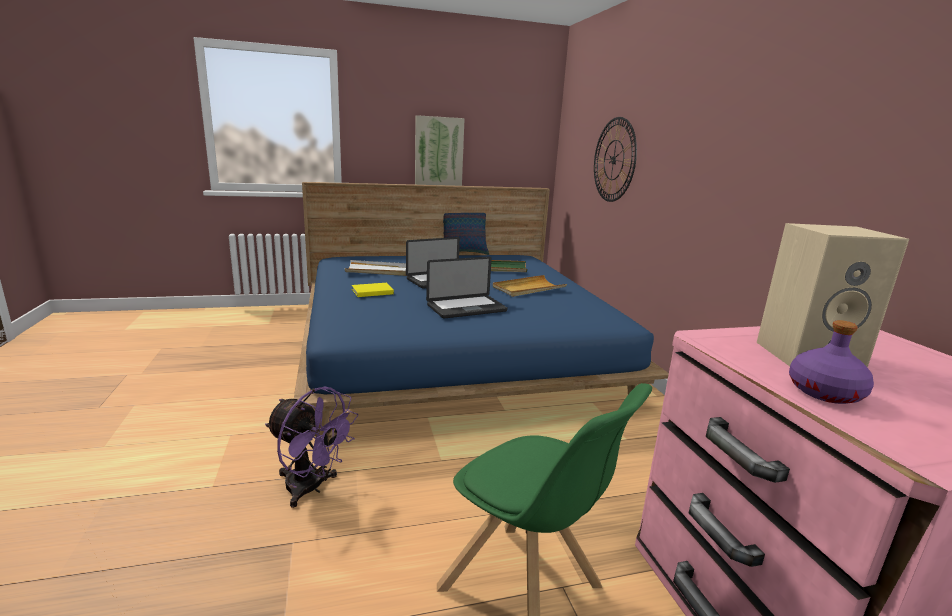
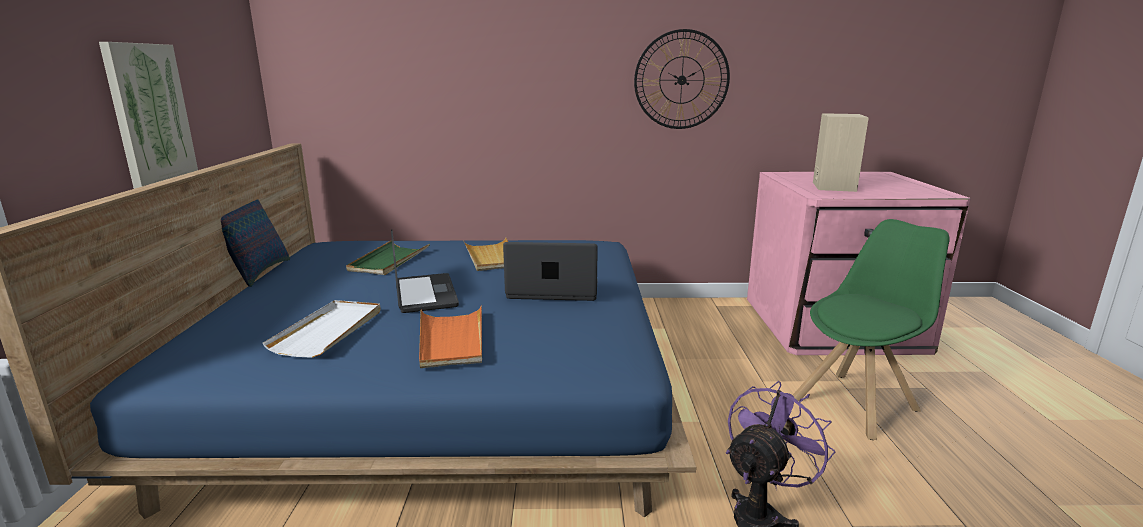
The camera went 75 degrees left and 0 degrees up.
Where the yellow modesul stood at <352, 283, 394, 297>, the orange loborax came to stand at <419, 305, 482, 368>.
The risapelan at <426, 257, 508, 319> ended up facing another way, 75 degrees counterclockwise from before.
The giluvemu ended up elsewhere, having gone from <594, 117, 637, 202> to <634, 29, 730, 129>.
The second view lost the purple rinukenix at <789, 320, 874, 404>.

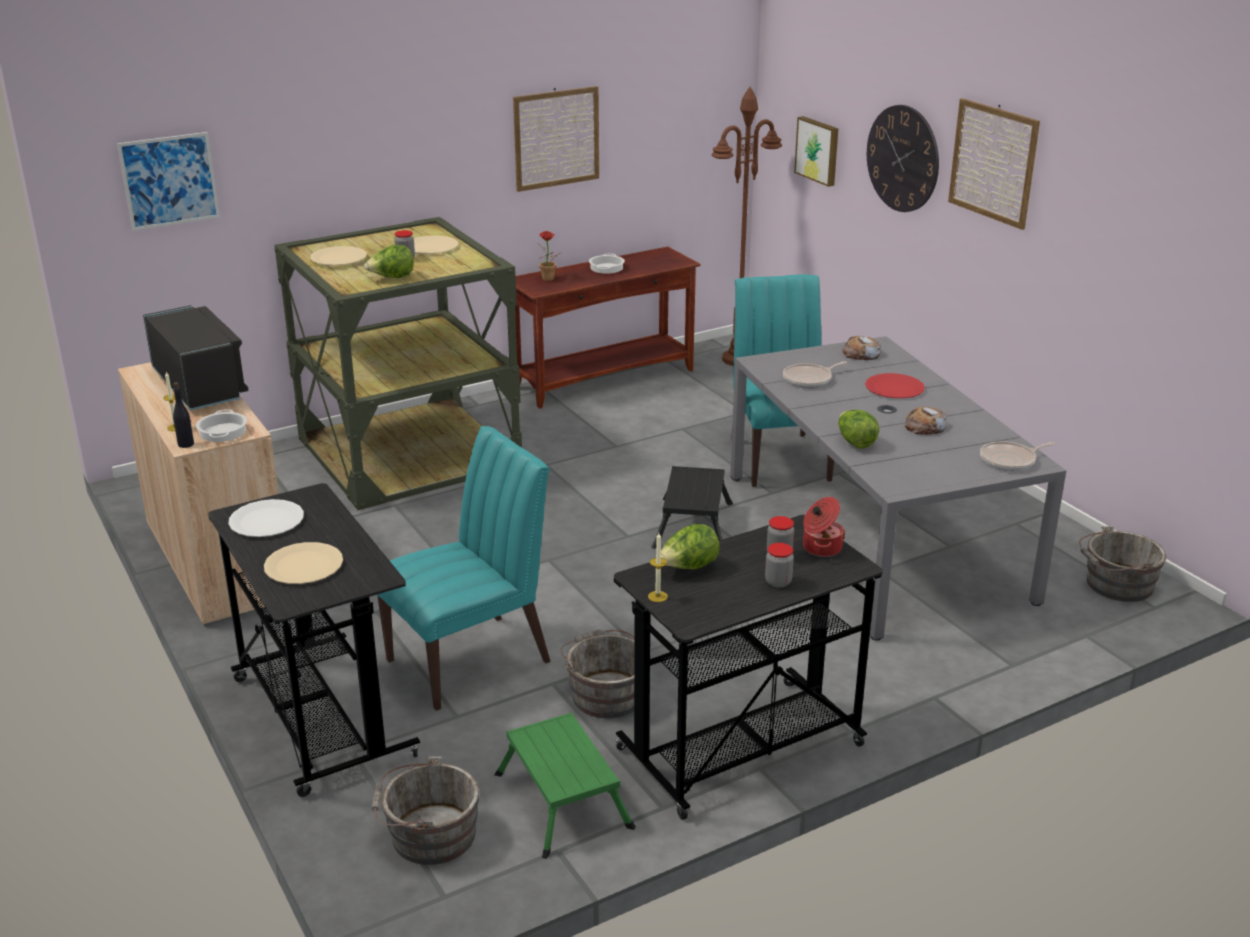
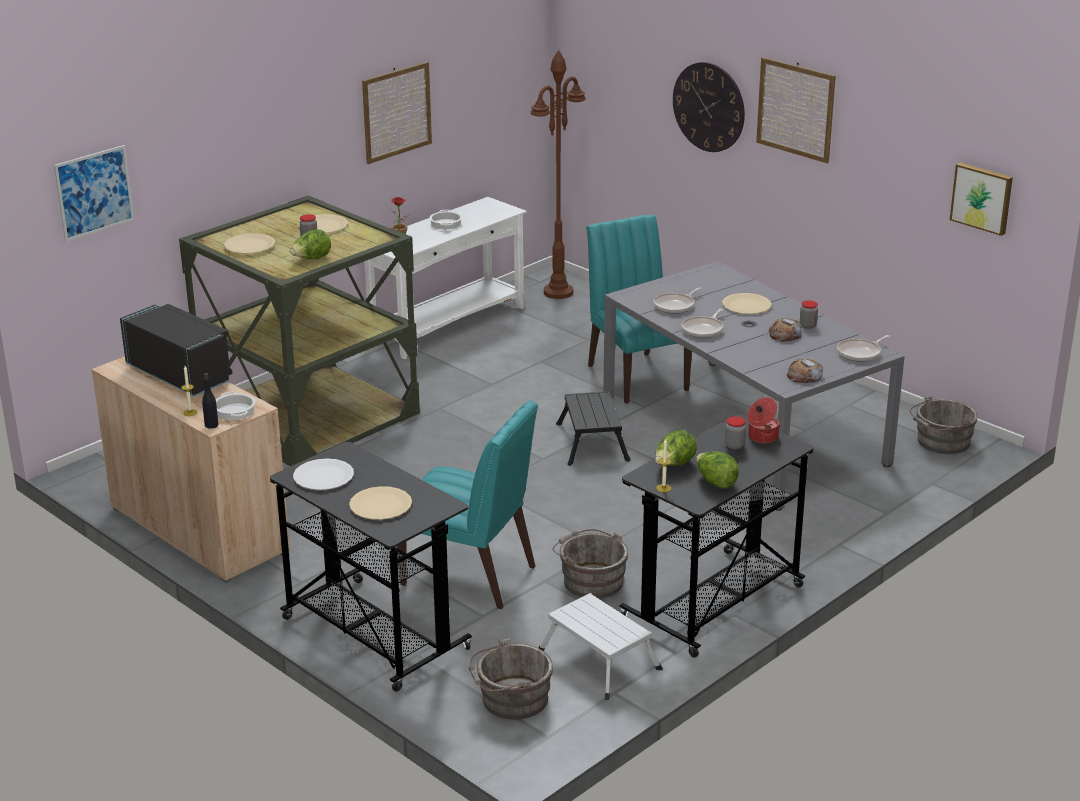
The camera went 15 degrees left and 0 degrees up.
The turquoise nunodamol at <377, 426, 551, 711> ended up facing another way, 75 degrees clockwise from before.
What was the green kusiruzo at <494, 713, 636, 859> turned into the white kusiruzo at <538, 593, 663, 700>.
What was the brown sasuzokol at <515, 247, 701, 409> turned into the white sasuzokol at <364, 197, 527, 359>.
The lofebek ended up elsewhere, having gone from <765, 543, 794, 588> to <800, 300, 818, 329>.
The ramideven ended up elsewhere, having gone from <794, 116, 838, 187> to <950, 163, 1013, 236>.
The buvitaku ended up elsewhere, having gone from <838, 410, 879, 449> to <696, 451, 739, 489>.
The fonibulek ended up elsewhere, having gone from <842, 336, 881, 360> to <787, 359, 823, 383>.
What was the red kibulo at <865, 373, 925, 398> turned into the beige kibulo at <722, 293, 771, 314>.
The second view gained the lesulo at <681, 308, 723, 338>.

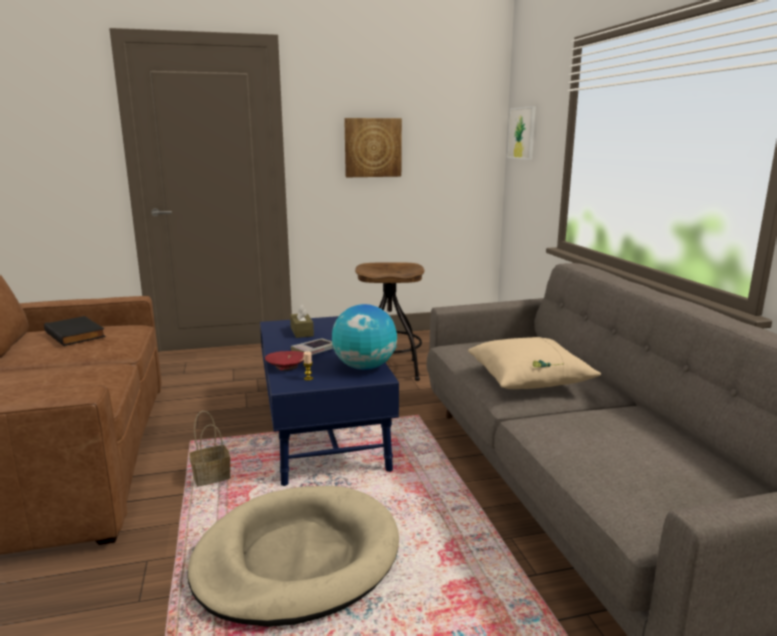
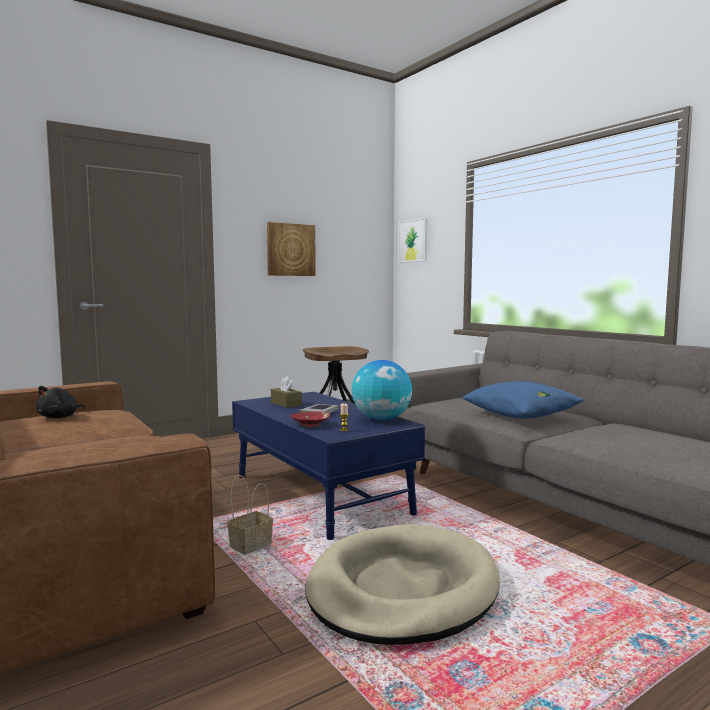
The camera went 20 degrees left and 10 degrees down.
Where the black modesul stood at <44, 316, 106, 346>, the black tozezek came to stand at <36, 386, 85, 418>.
What was the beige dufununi at <468, 337, 601, 389> turned into the blue dufununi at <462, 381, 584, 419>.

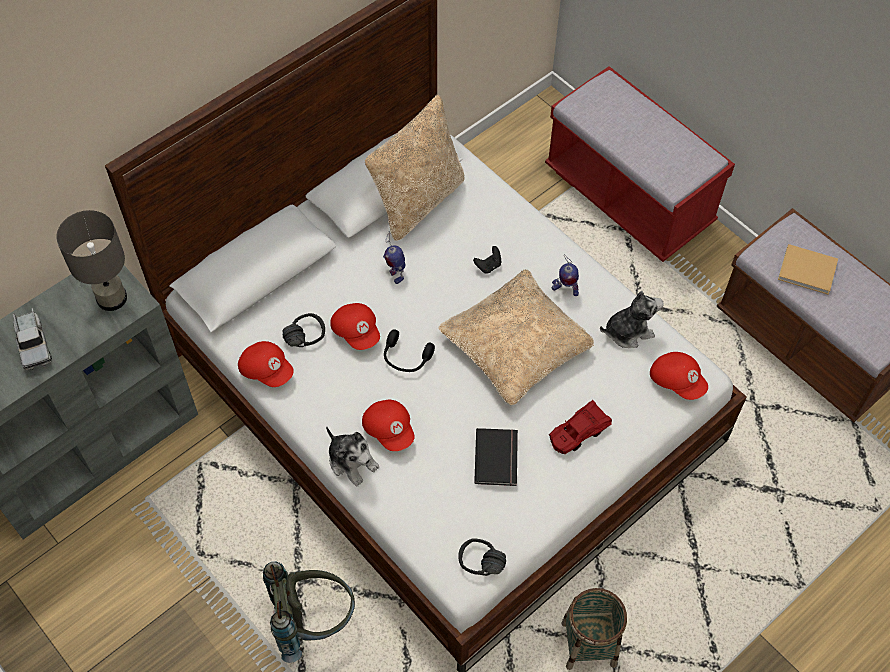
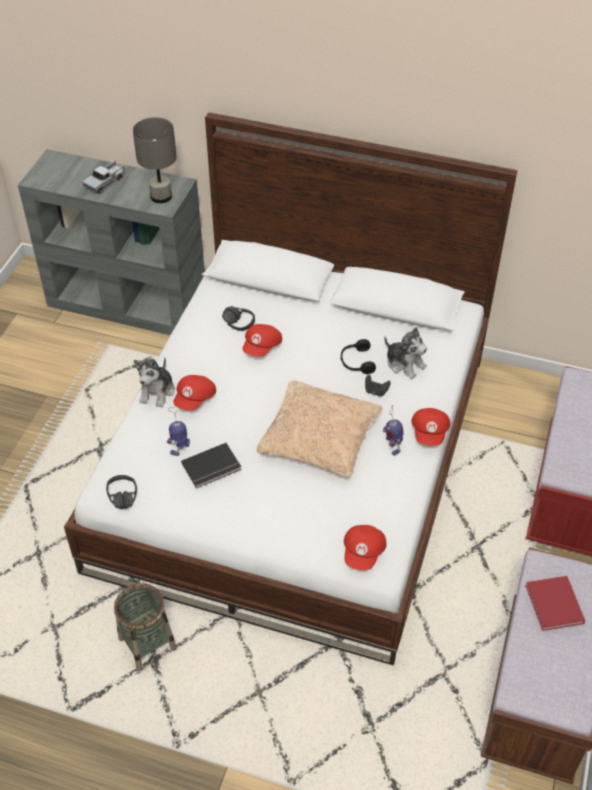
The camera went 60 degrees right and 10 degrees down.
The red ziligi ended up elsewhere, having gone from <238, 341, 294, 387> to <411, 408, 450, 446>.
The second view lost the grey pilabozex at <263, 562, 355, 663>.
The second view lost the beige dufununi at <364, 94, 465, 241>.
The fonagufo ended up elsewhere, having gone from <383, 231, 405, 284> to <167, 406, 190, 456>.
The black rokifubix ended up elsewhere, having gone from <384, 329, 435, 372> to <341, 339, 376, 374>.
The second view lost the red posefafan at <549, 400, 612, 454>.
The tozezek ended up elsewhere, having gone from <600, 291, 664, 348> to <384, 327, 427, 379>.
What was the beige modesul at <778, 244, 838, 295> turned into the red modesul at <525, 576, 585, 631>.

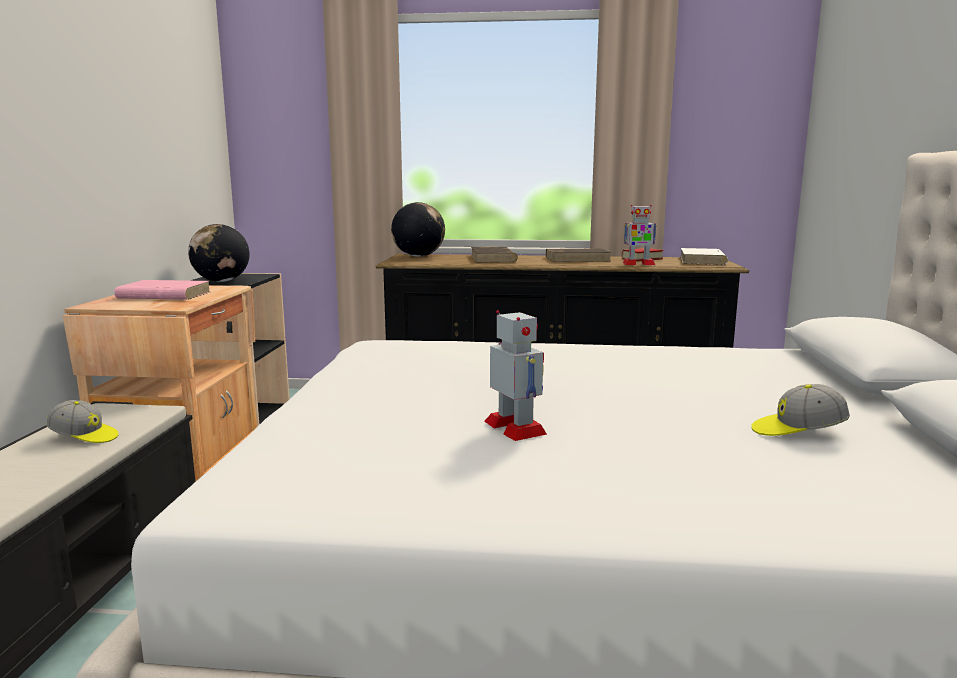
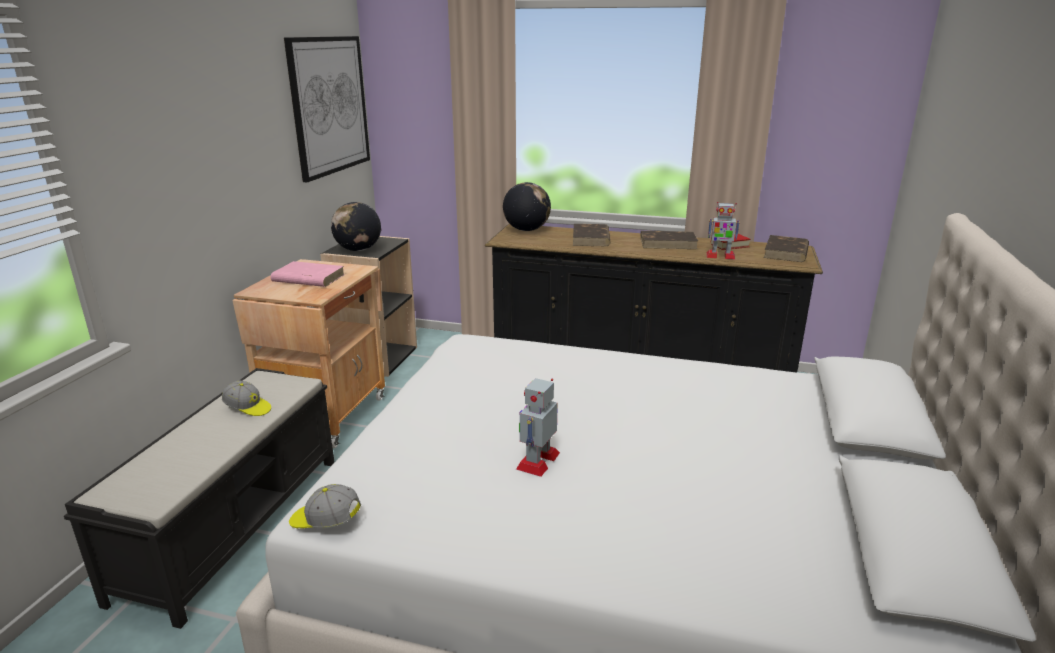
The camera went 10 degrees right and 10 degrees up.
The fonagufo at <484, 310, 547, 441> ended up facing another way, 135 degrees counterclockwise from before.
What was the white modesul at <680, 248, 728, 265> turned into the brown modesul at <764, 235, 809, 262>.
The ziligi ended up elsewhere, having gone from <751, 384, 850, 436> to <289, 484, 361, 528>.
The second view gained the ramideven at <284, 36, 370, 182>.

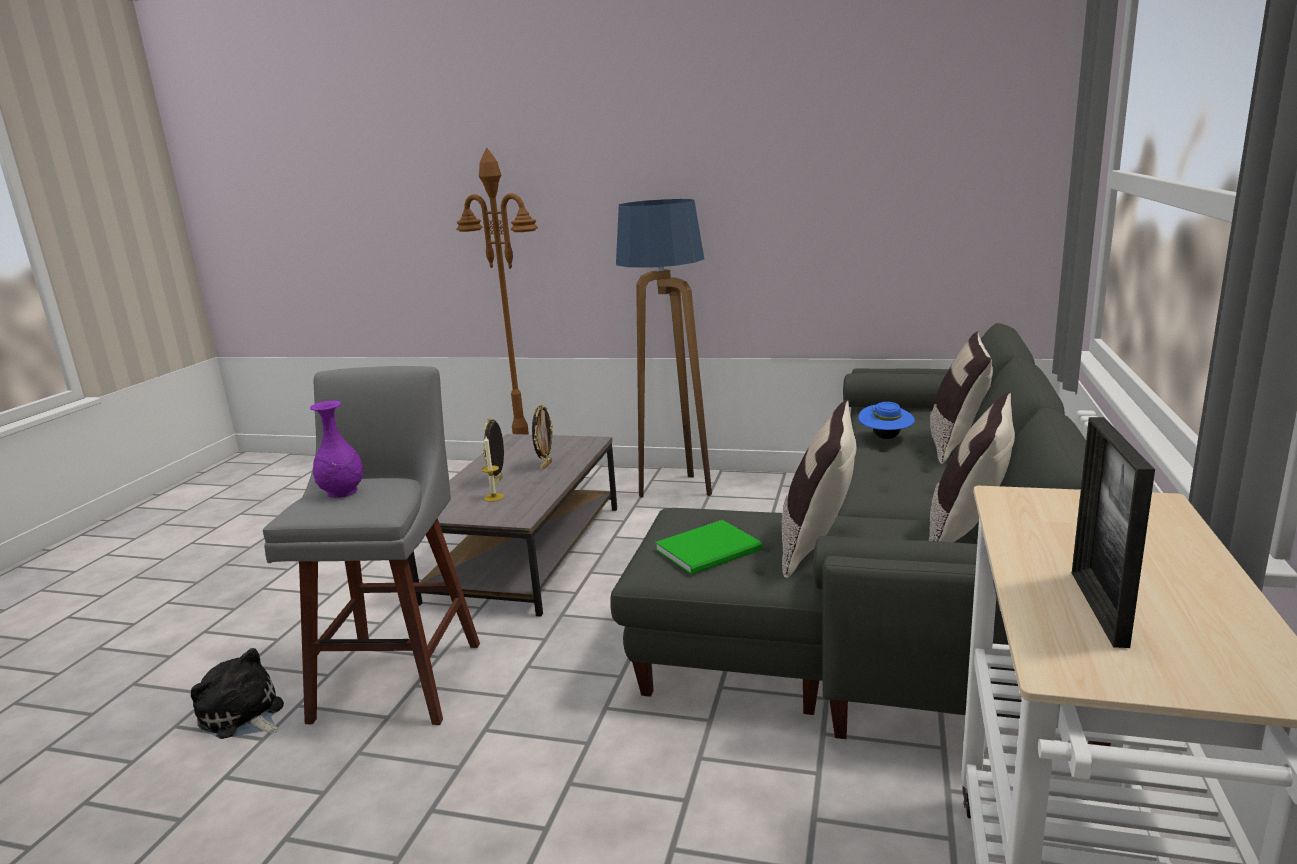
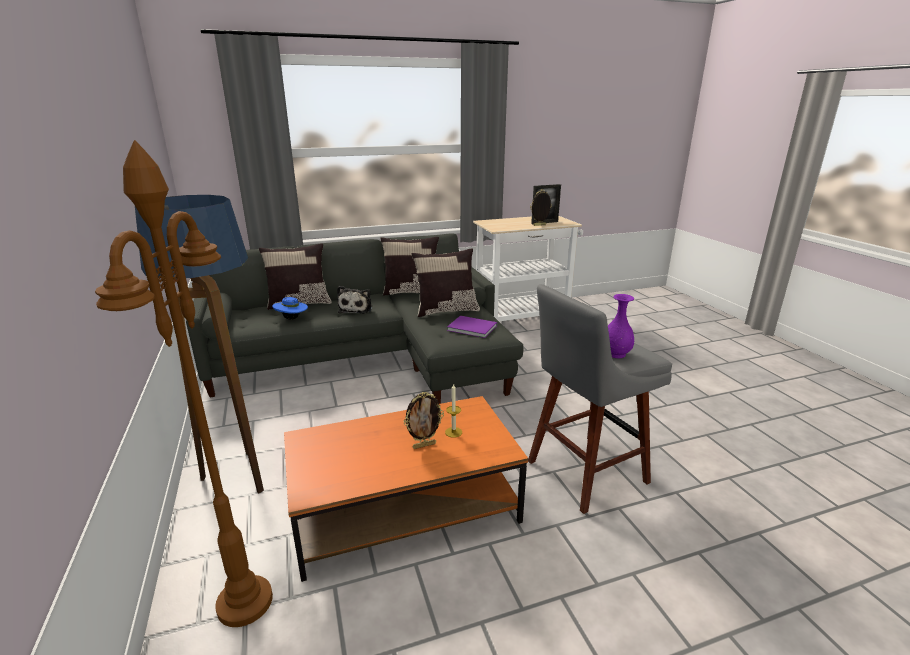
The camera went 125 degrees left and 5 degrees up.
The tozezek ended up elsewhere, having gone from <191, 648, 284, 739> to <337, 286, 372, 314>.
What was the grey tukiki at <408, 434, 617, 617> turned into the orange tukiki at <284, 396, 528, 582>.
The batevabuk ended up elsewhere, having gone from <532, 404, 553, 470> to <530, 190, 552, 226>.
What was the green modesul at <655, 520, 762, 575> turned into the purple modesul at <447, 316, 497, 338>.

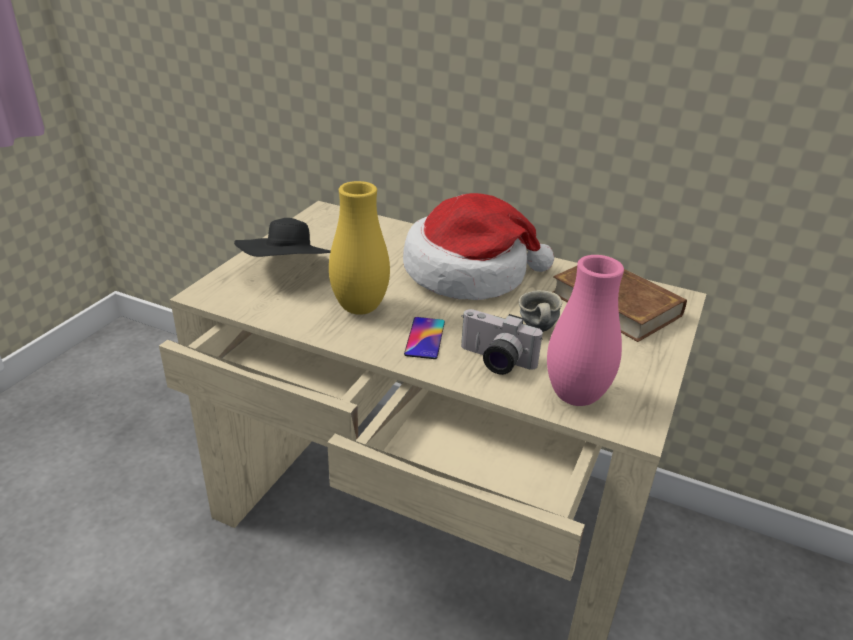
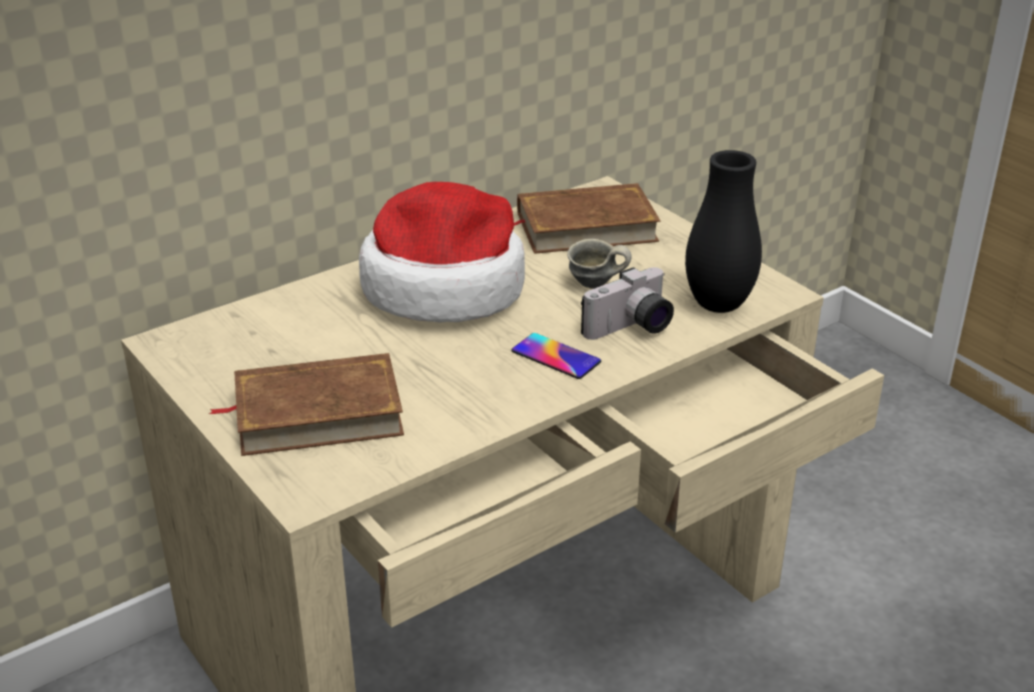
The camera went 60 degrees left and 0 degrees up.
Where the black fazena stood at <234, 218, 331, 257>, the brown modesul came to stand at <209, 353, 404, 456>.
The second view lost the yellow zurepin at <329, 181, 390, 315>.
What was the pink zurepin at <547, 255, 624, 406> turned into the black zurepin at <685, 150, 762, 313>.

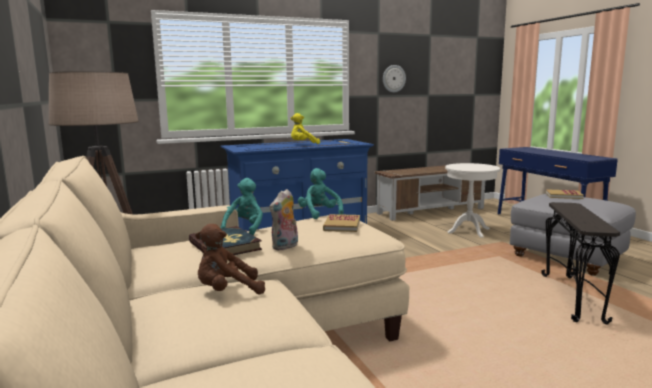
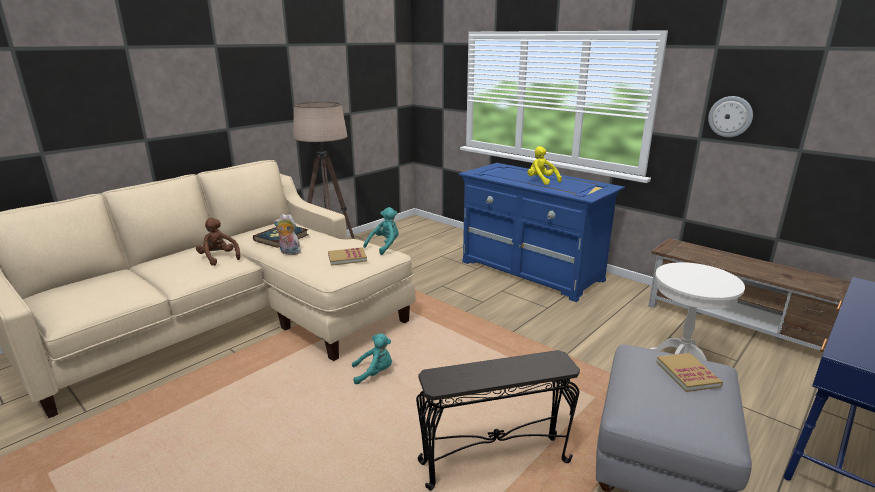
The camera went 65 degrees right and 10 degrees up.
The turquoise tozezek ended up elsewhere, having gone from <221, 178, 263, 235> to <352, 333, 392, 384>.

